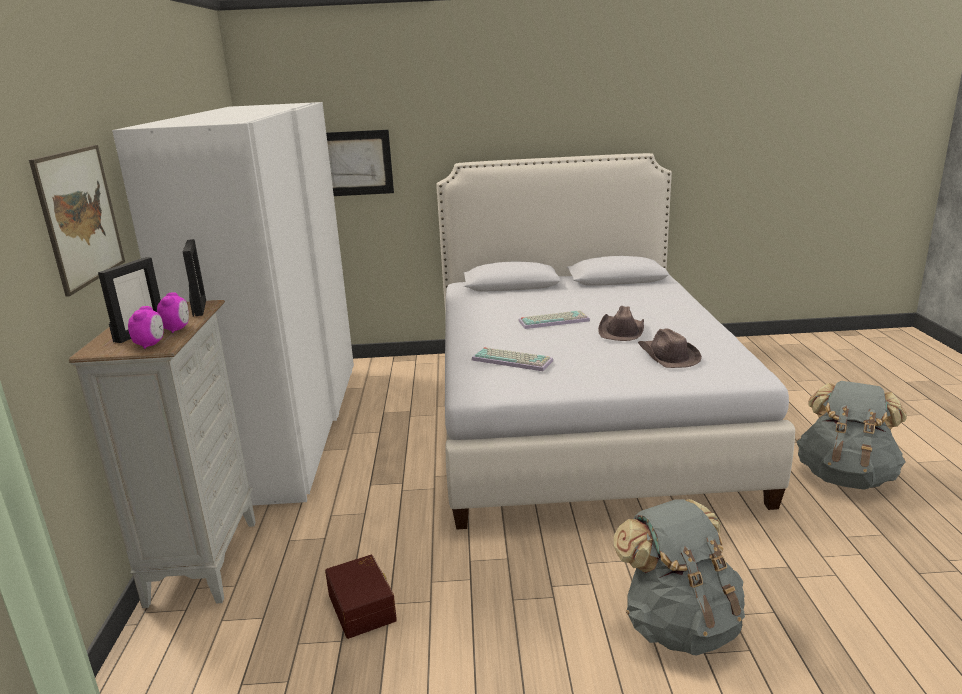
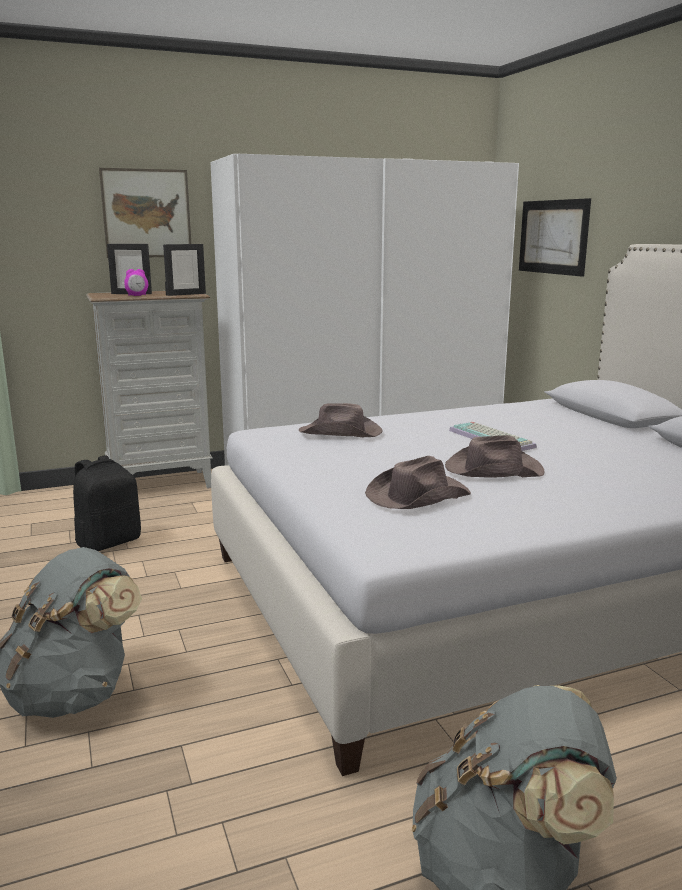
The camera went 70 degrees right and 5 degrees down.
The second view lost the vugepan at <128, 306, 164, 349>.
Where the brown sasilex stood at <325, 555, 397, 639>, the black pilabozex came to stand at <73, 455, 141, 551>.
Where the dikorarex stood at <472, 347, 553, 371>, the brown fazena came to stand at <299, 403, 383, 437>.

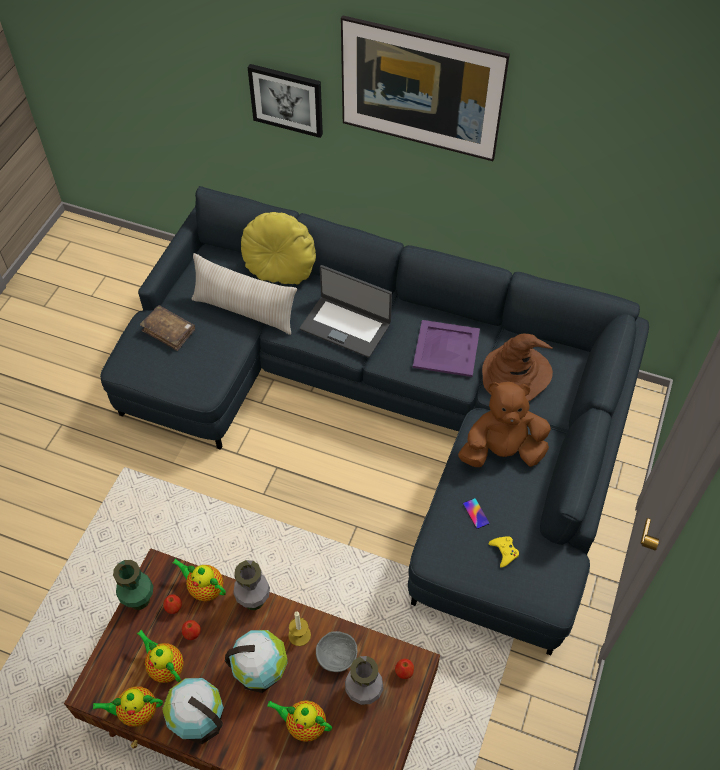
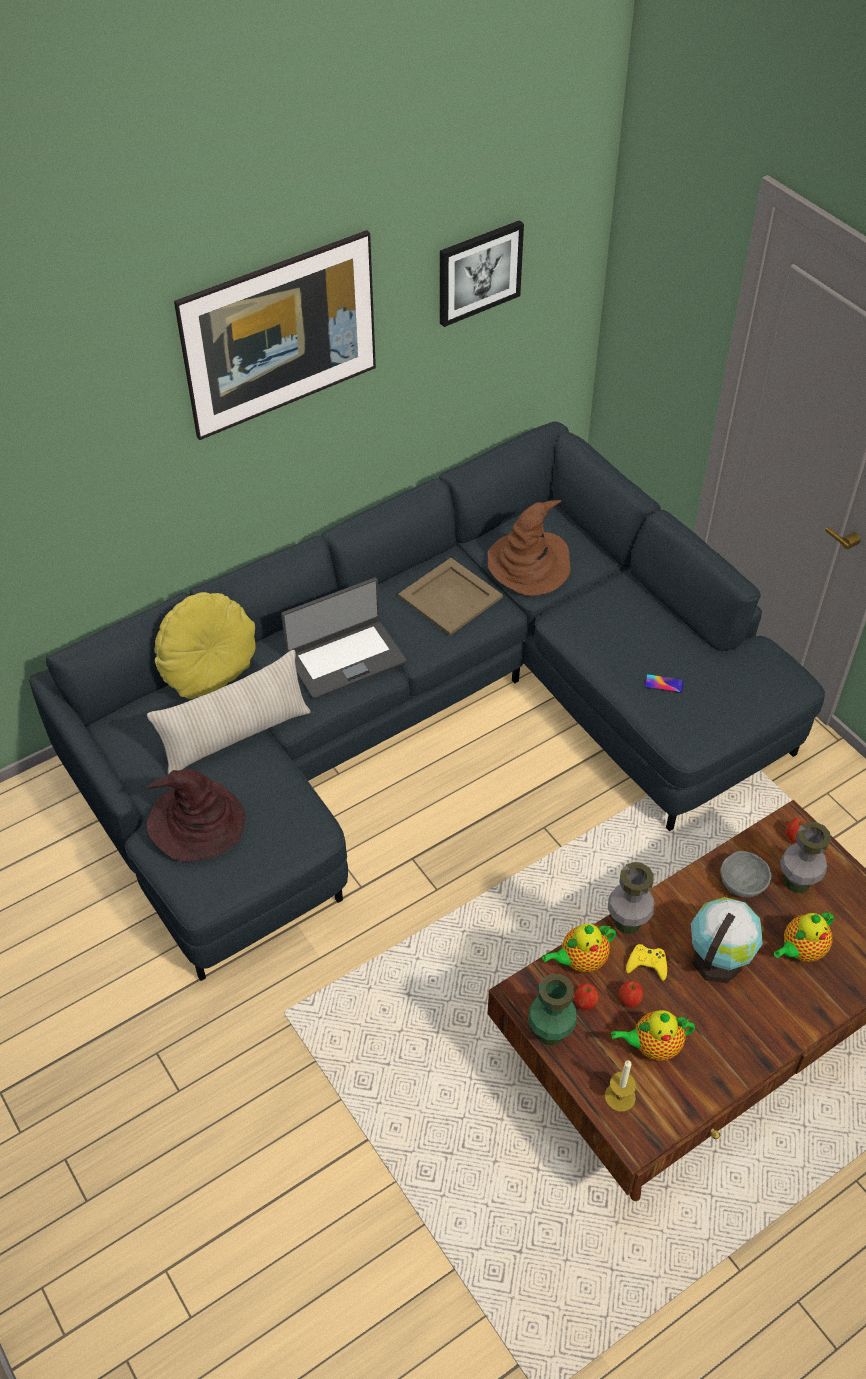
The camera went 55 degrees left and 5 degrees down.
The second view lost the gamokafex at <93, 686, 163, 727>.
Where the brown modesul stood at <140, 305, 195, 351>, the brown fazena came to stand at <146, 769, 246, 862>.
The second view lost the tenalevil at <162, 678, 224, 744>.
The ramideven ended up elsewhere, having gone from <248, 64, 323, 138> to <440, 220, 524, 327>.
The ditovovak ended up elsewhere, having gone from <288, 611, 311, 646> to <605, 1060, 637, 1112>.
What was the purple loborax at <413, 320, 480, 377> turned into the beige loborax at <398, 558, 503, 635>.
The second view lost the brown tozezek at <458, 382, 551, 467>.
The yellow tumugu ended up elsewhere, having gone from <489, 537, 519, 568> to <626, 944, 667, 981>.

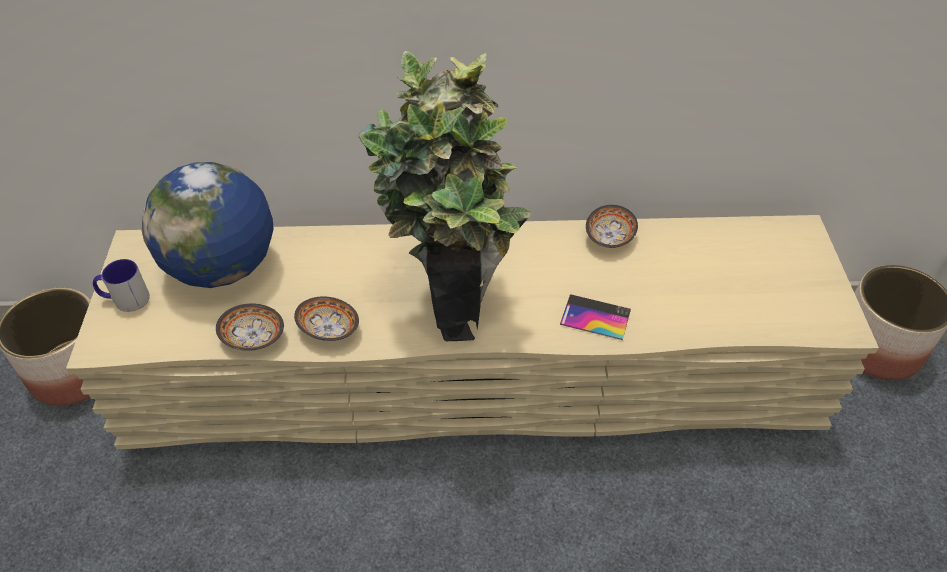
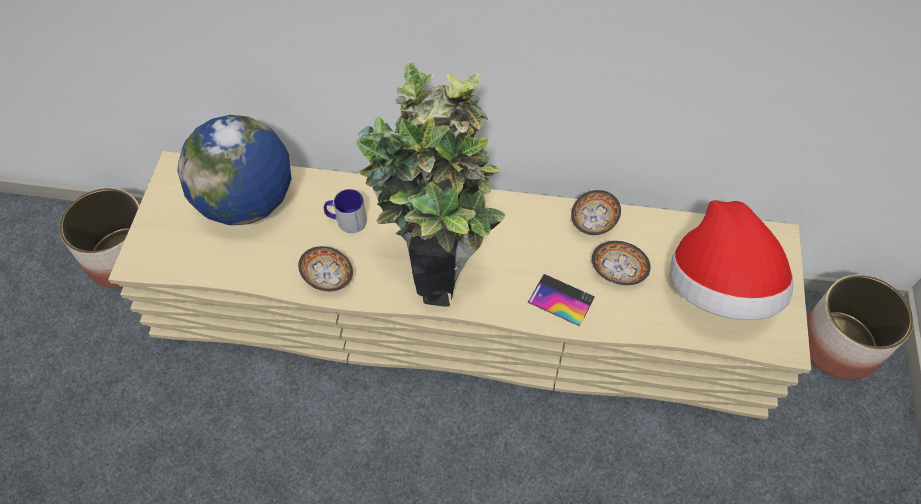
The camera went 10 degrees right and 10 degrees up.
The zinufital ended up elsewhere, having gone from <93, 259, 150, 312> to <324, 189, 367, 233>.
The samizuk ended up elsewhere, having gone from <216, 303, 284, 351> to <592, 241, 651, 285>.
The second view gained the fazena at <670, 200, 793, 320>.

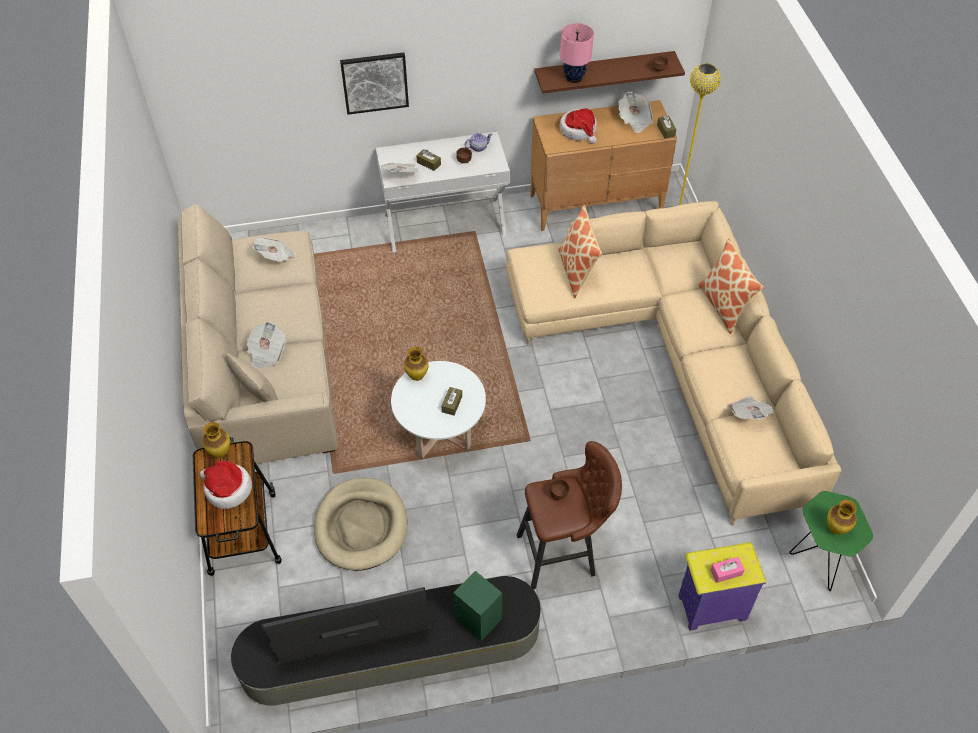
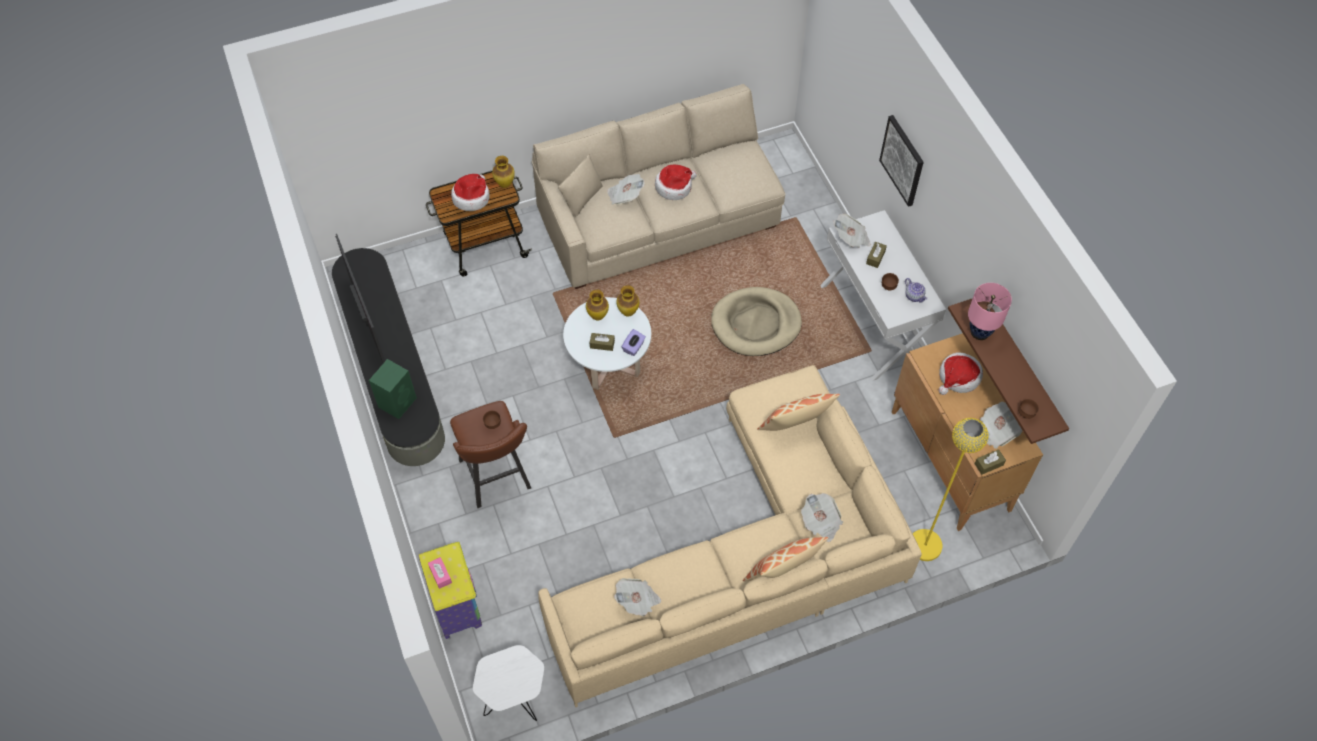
The camera went 80 degrees right and 5 degrees up.
The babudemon ended up elsewhere, having gone from <252, 237, 297, 262> to <801, 493, 843, 542>.
The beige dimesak ended up elsewhere, having gone from <314, 478, 407, 571> to <711, 287, 802, 356>.
What was the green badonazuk at <789, 491, 873, 591> turned into the white badonazuk at <473, 645, 544, 721>.
The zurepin ended up elsewhere, having gone from <827, 500, 857, 534> to <586, 290, 609, 321>.
The second view gained the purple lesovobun at <622, 329, 646, 356>.
The second view gained the fazena at <655, 165, 697, 200>.

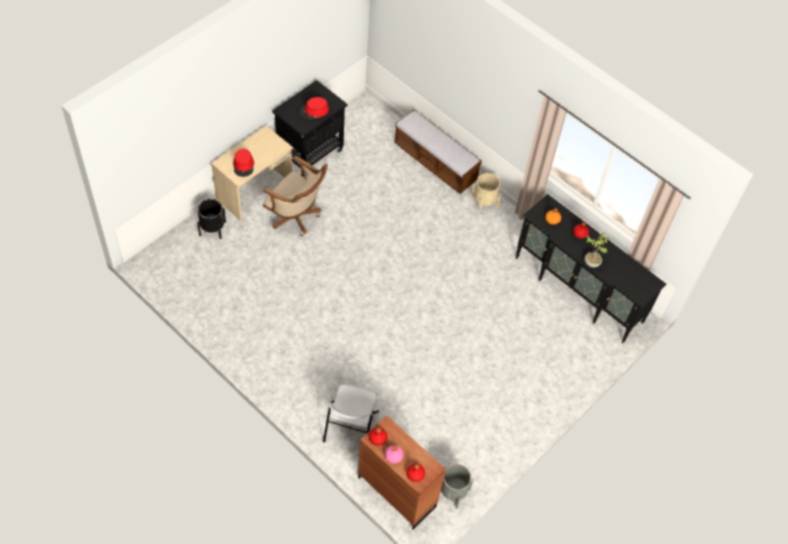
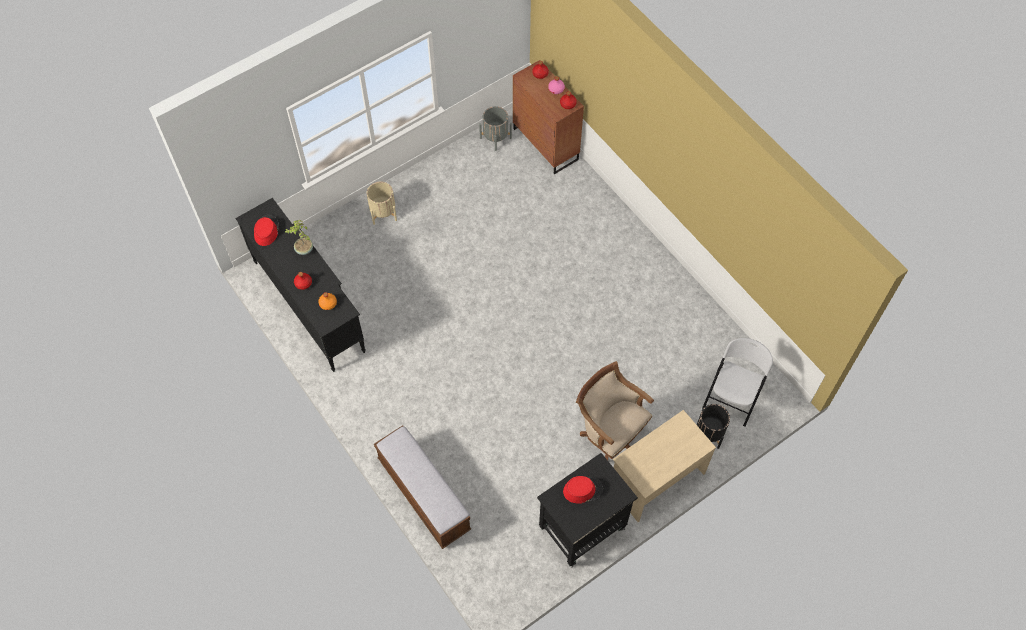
The camera went 165 degrees left and 5 degrees up.
The red fazena ended up elsewhere, having gone from <233, 149, 254, 177> to <254, 215, 279, 246>.
The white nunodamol ended up elsewhere, having gone from <323, 385, 379, 442> to <702, 338, 773, 427>.
The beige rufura ended up elsewhere, having gone from <470, 173, 501, 213> to <366, 182, 397, 225>.

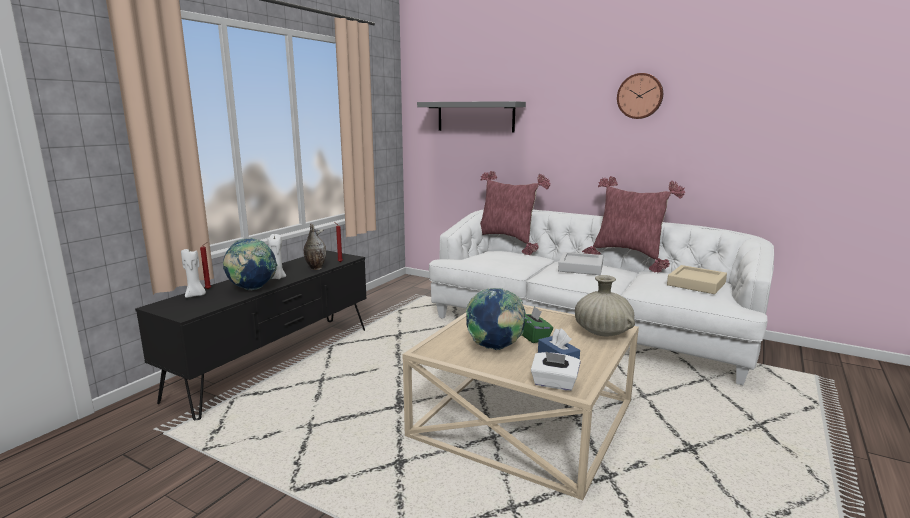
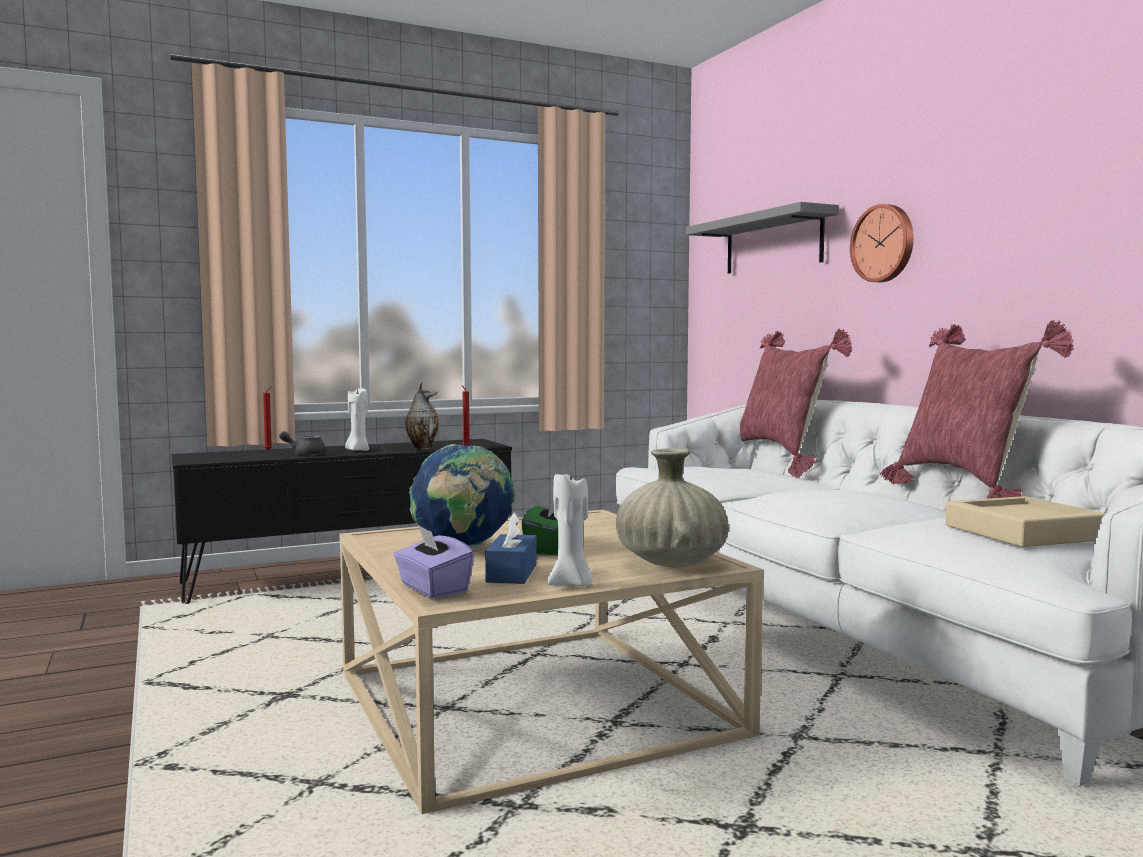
The camera went 35 degrees right and 10 degrees down.
The white ditovovak ended up elsewhere, having gone from <181, 249, 206, 298> to <547, 474, 592, 586>.
Where the tenalevil stood at <223, 238, 278, 290>, the grey gamokafex came to stand at <279, 431, 326, 456>.
What was the white lesovobun at <531, 352, 581, 391> turned into the purple lesovobun at <394, 525, 474, 598>.
The second view lost the grey loborax at <558, 252, 603, 275>.
The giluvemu ended up elsewhere, having gone from <617, 73, 663, 119> to <850, 204, 914, 282>.

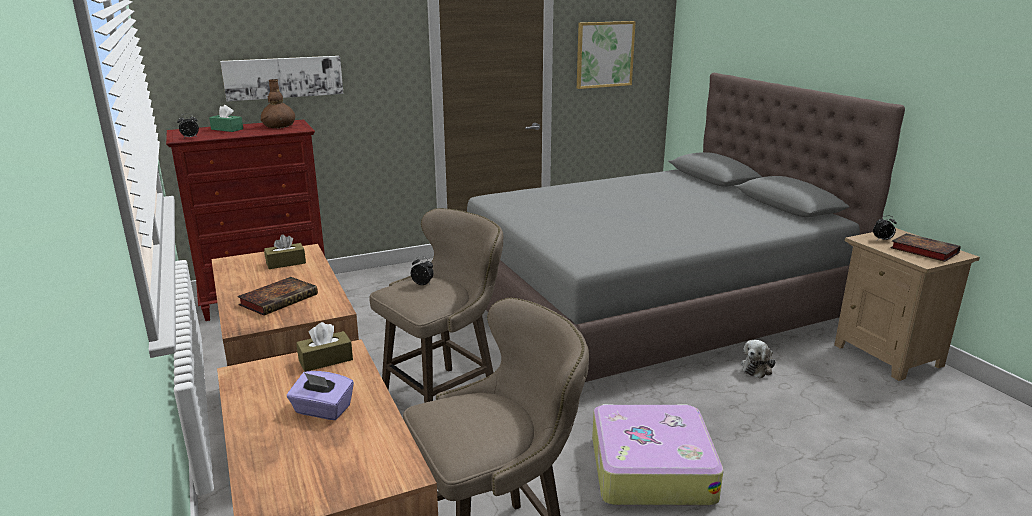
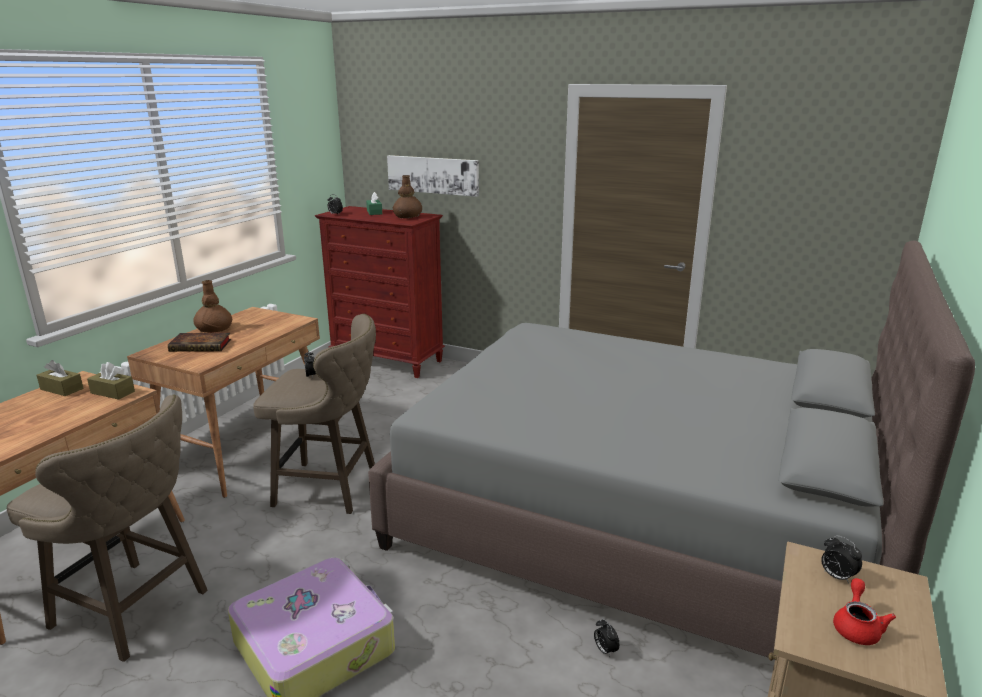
The camera went 50 degrees right and 0 degrees up.
The brown lesovobun ended up elsewhere, having gone from <264, 234, 306, 269> to <36, 360, 83, 396>.
The second view lost the purple lesovobun at <287, 371, 354, 420>.
The second view lost the ramideven at <577, 21, 636, 89>.
Where the tozezek stood at <741, 340, 776, 378>, the vugepan came to stand at <594, 619, 620, 657>.
Where the modesul stood at <890, 233, 961, 262>, the red gamokafex came to stand at <833, 578, 896, 645>.
The second view gained the brown zurepin at <193, 280, 232, 333>.

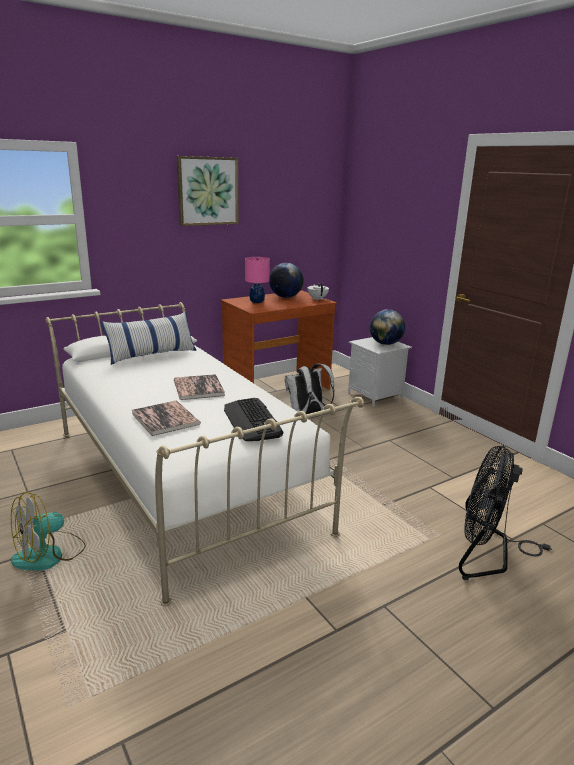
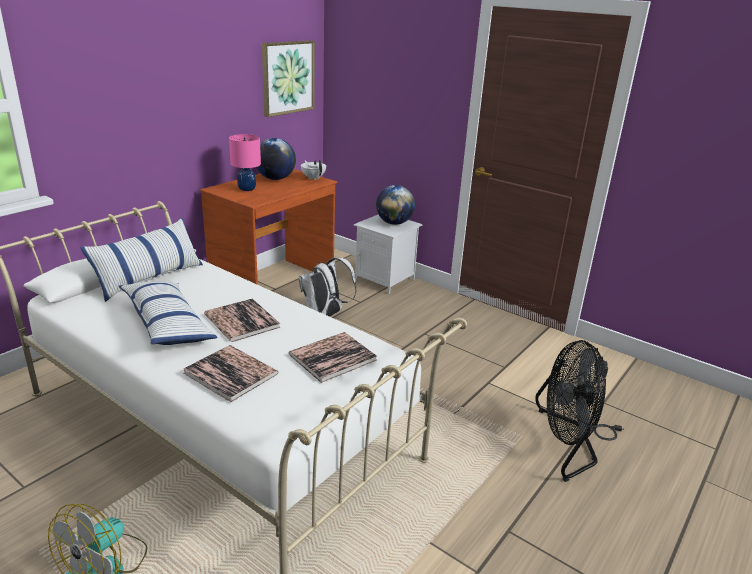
The camera went 20 degrees left and 5 degrees up.
The ramideven ended up elsewhere, having gone from <177, 156, 239, 226> to <262, 40, 315, 117>.
Where the dikorarex stood at <224, 398, 283, 441>, the modesul came to stand at <289, 332, 377, 383>.
The second view gained the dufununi at <118, 281, 217, 345>.

